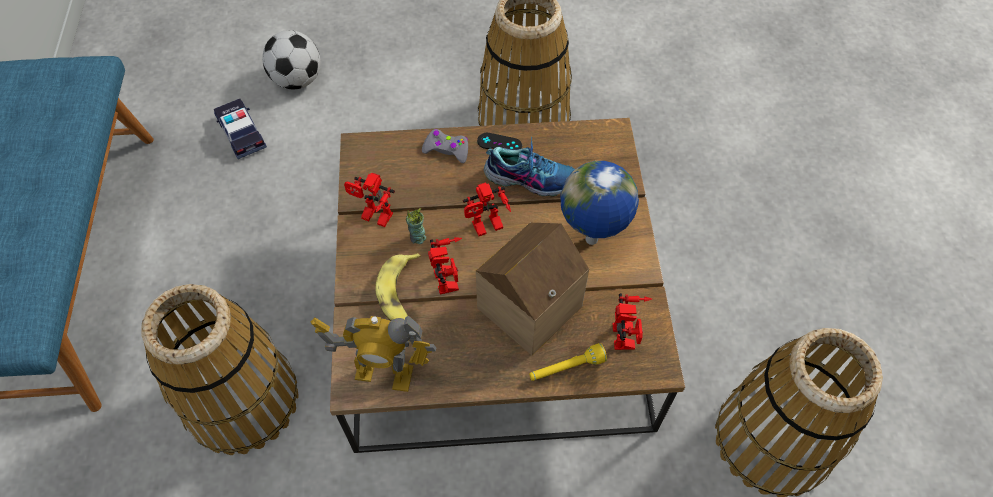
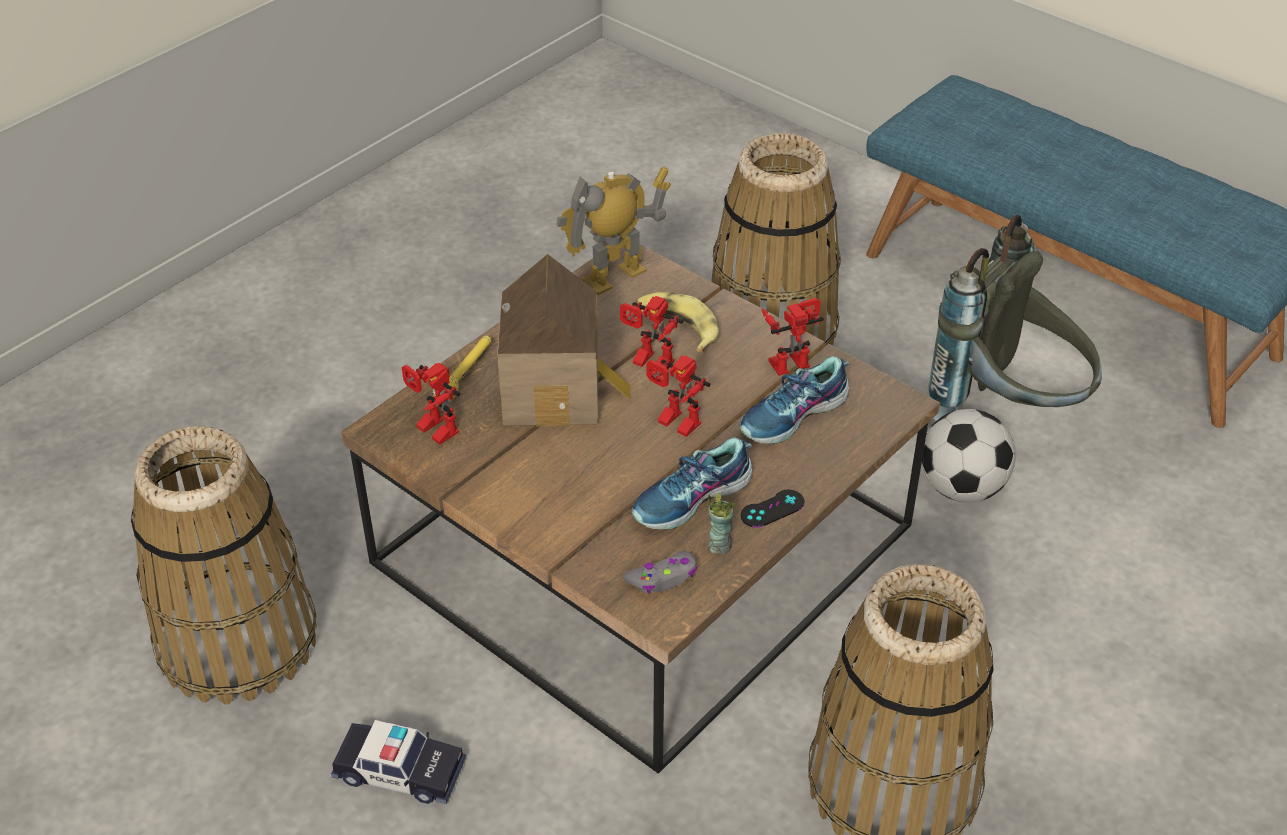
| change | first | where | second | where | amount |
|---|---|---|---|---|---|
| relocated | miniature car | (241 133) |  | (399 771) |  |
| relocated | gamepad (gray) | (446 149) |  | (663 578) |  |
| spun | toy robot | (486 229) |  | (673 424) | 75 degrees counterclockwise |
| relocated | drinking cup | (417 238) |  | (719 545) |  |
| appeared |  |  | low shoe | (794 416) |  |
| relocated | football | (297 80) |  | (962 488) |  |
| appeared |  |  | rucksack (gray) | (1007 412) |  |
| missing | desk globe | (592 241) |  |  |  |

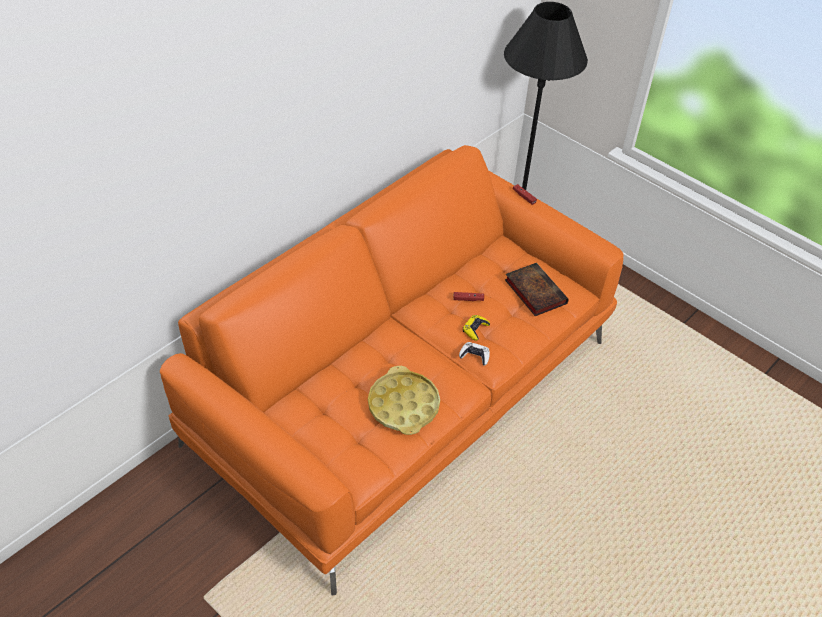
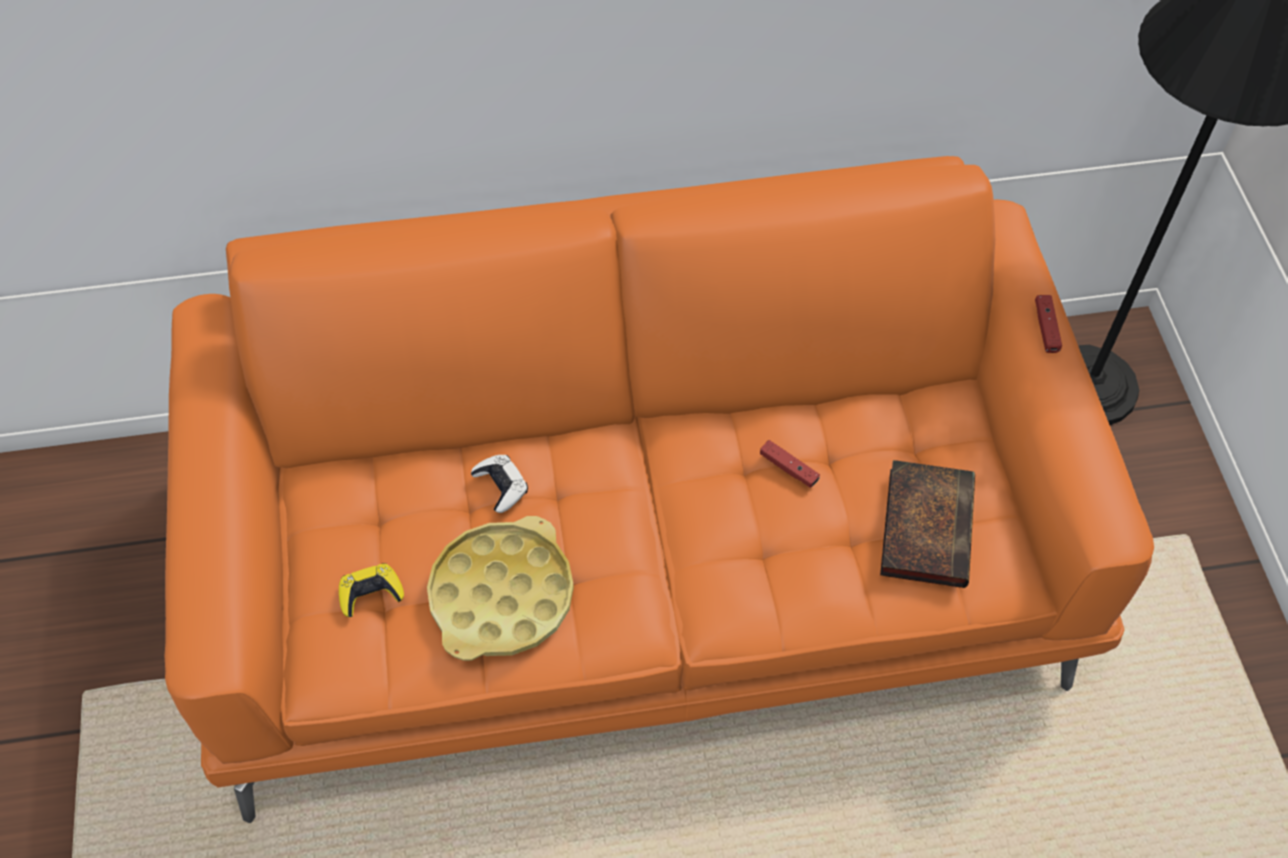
| change | first | where | second | where | amount |
|---|---|---|---|---|---|
| relocated | gamepad (yellow) | (475 329) |  | (370 593) |  |
| relocated | gamepad (white) | (474 355) |  | (501 486) |  |

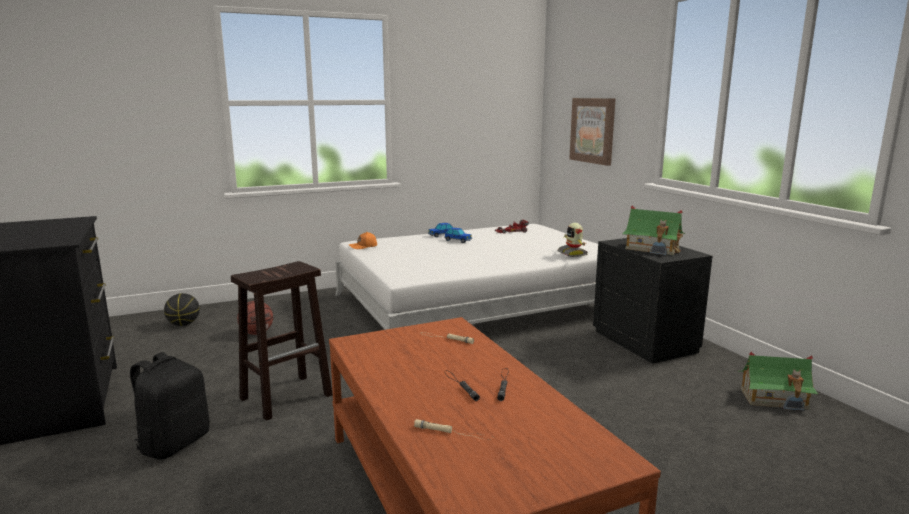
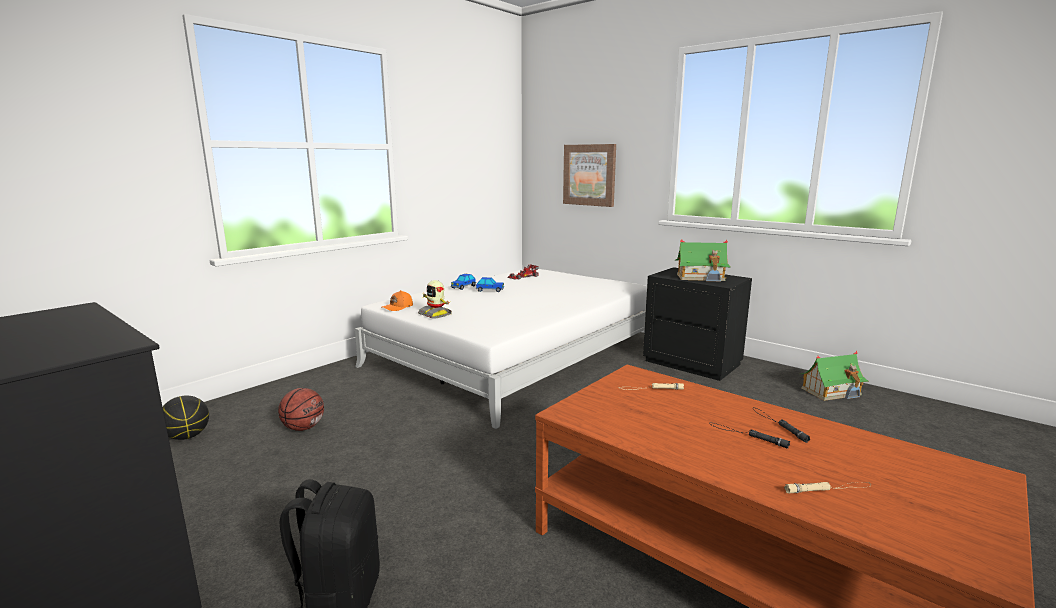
| change | first | where | second | where | amount |
|---|---|---|---|---|---|
| relocated | toy robot | (573 253) |  | (435 314) |  |
| missing | stool seat (brown-coloured) | (287 396) |  |  |  |

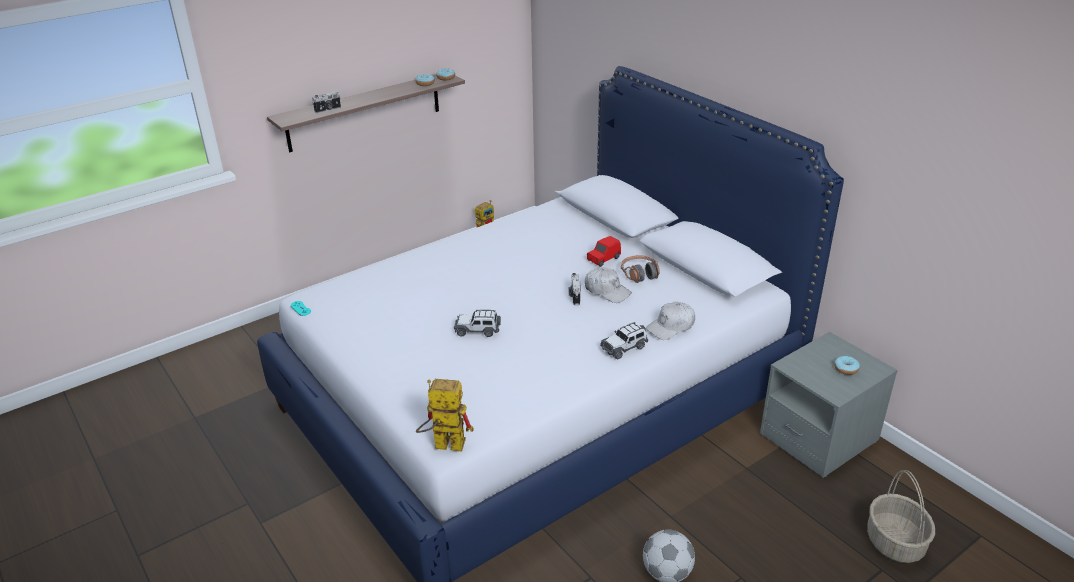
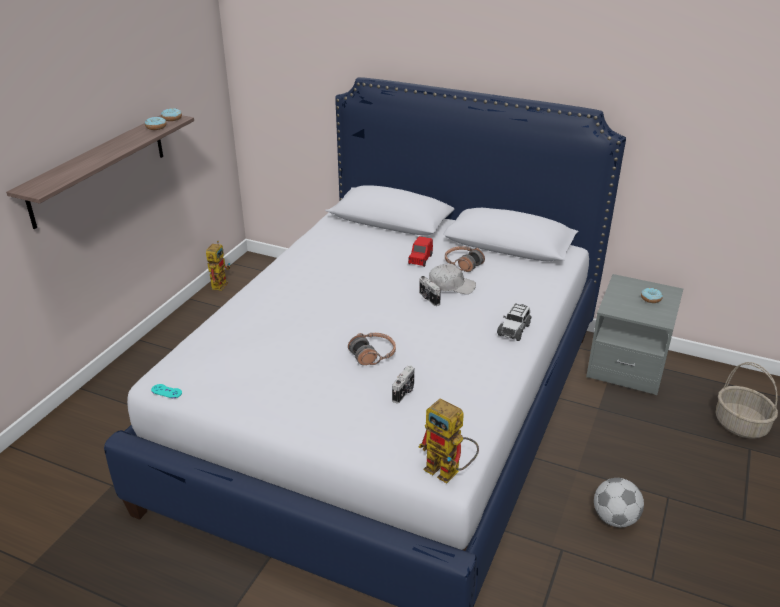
| change | first | where | second | where | amount |
|---|---|---|---|---|---|
| exchanged | miniature car | (477 330) | headset | (373 355) |  |
| relocated | still camera | (328 110) |  | (404 392) |  |
| spun | toy robot | (442 445) |  | (449 472) | 120 degrees counterclockwise |
| missing | peaked cap (white) | (671 327) |  |  |  |

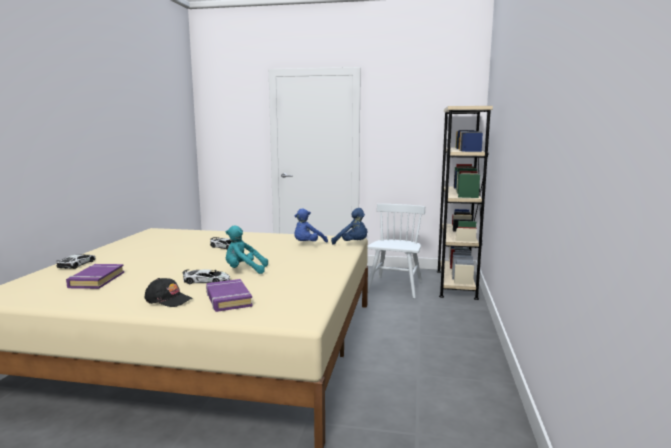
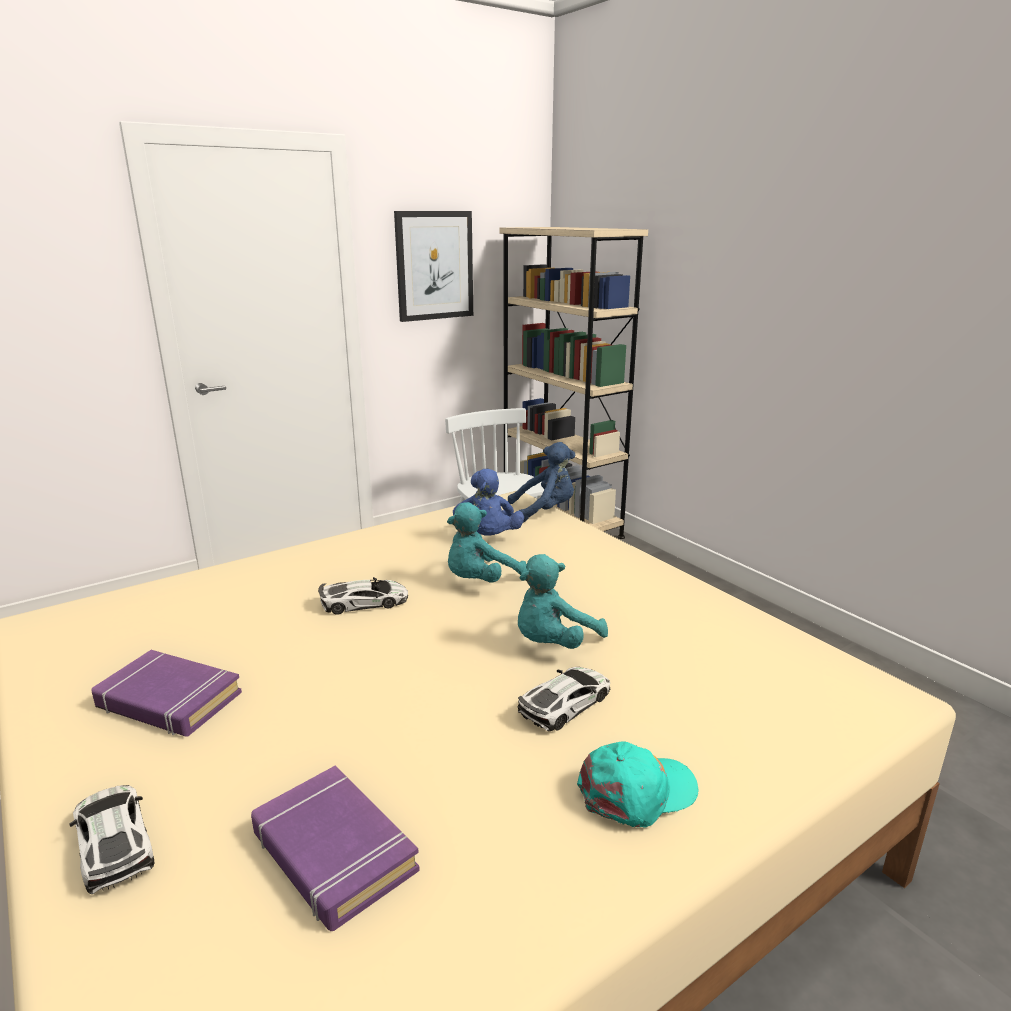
| change | first | where | second | where | amount |
|---|---|---|---|---|---|
| relocated | bound book (purplish) | (228 299) |  | (168 701) |  |
| appeared |  |  | wall picture | (434 265) |  |
| appeared |  |  | cuddly toy (blue-green) | (480 581) |  |
| colour | peaked cap (black) | (168 300) | peaked cap (blue-green) | (637 792) |  |

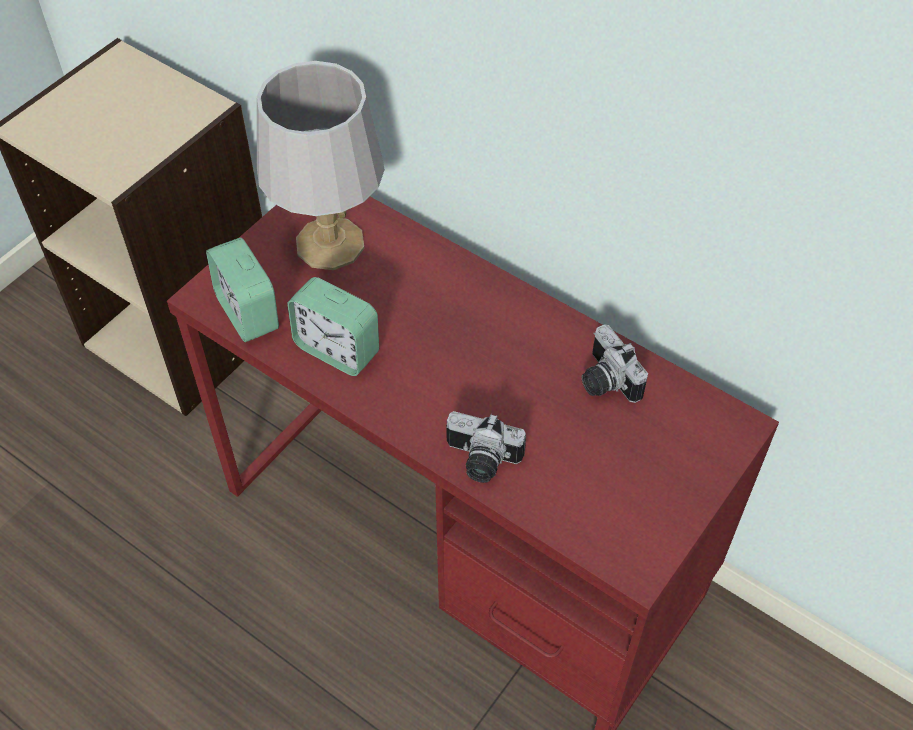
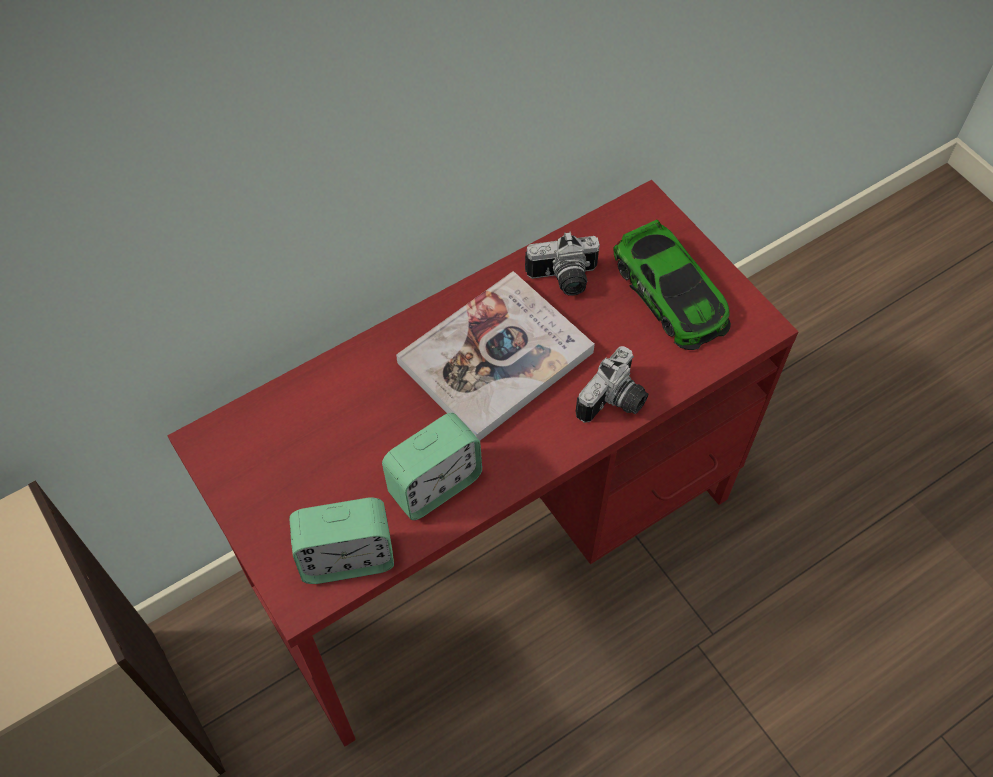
| change | first | where | second | where | amount |
|---|---|---|---|---|---|
| appeared |  |  | bound book | (495 358) |  |
| appeared |  |  | miniature car | (670 293) |  |
| missing | table lamp (gray) | (330 242) |  |  |  |

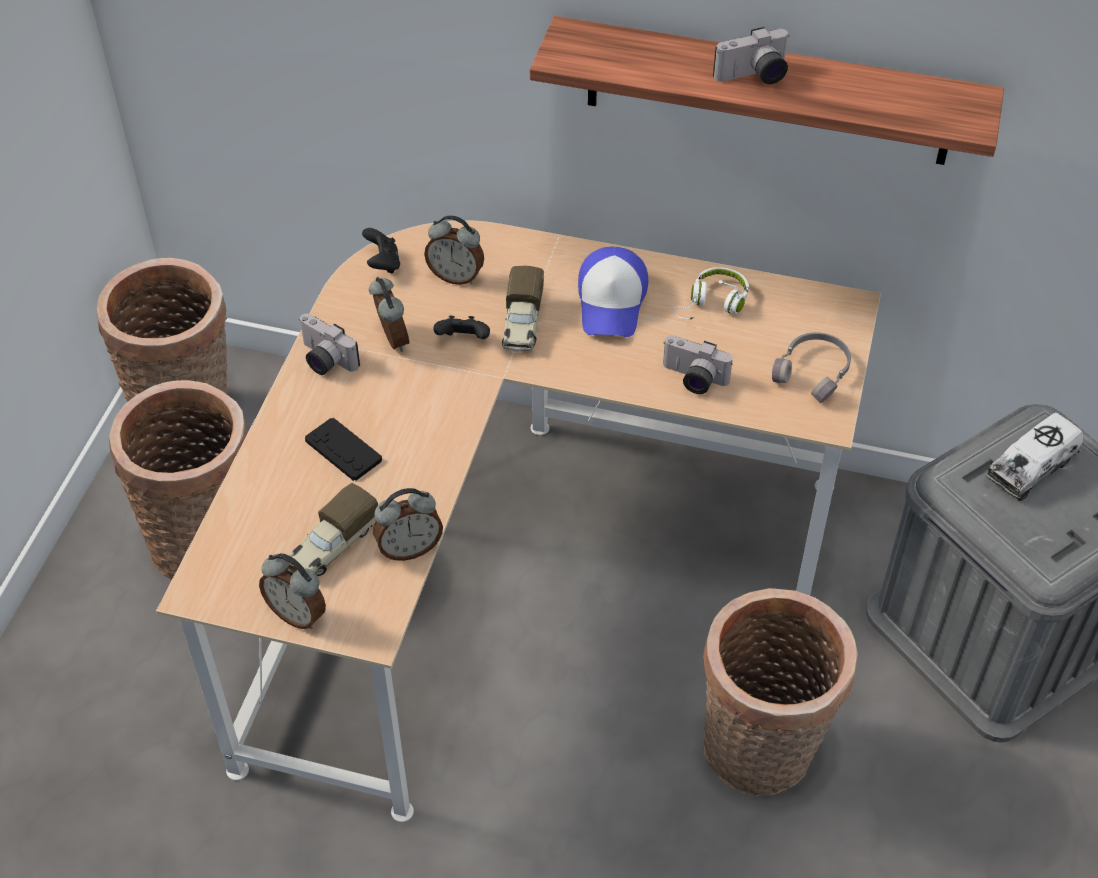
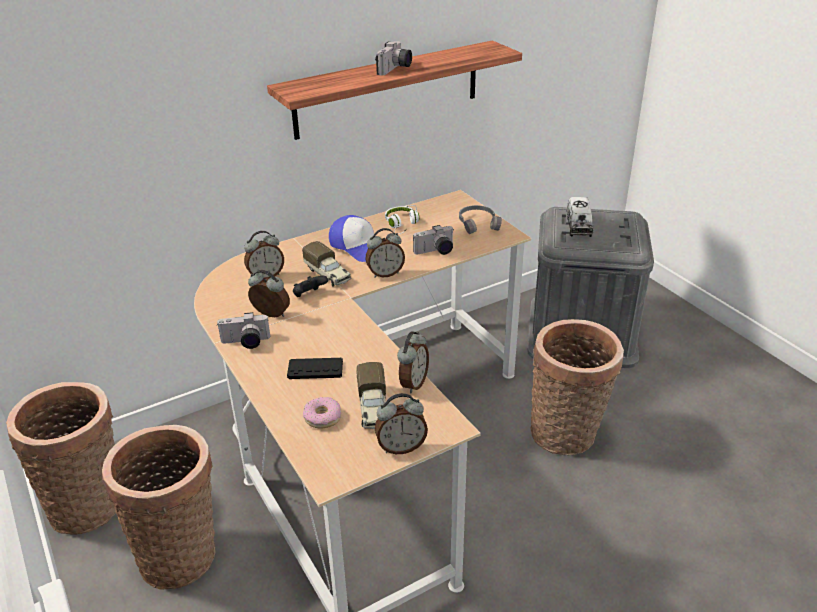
| change | first | where | second | where | amount |
|---|---|---|---|---|---|
| appeared |  |  | ring doughnut | (323 417) |  |
| appeared |  |  | table clock | (385 273) |  |
| missing | gamepad (black) | (383 264) |  |  |  |

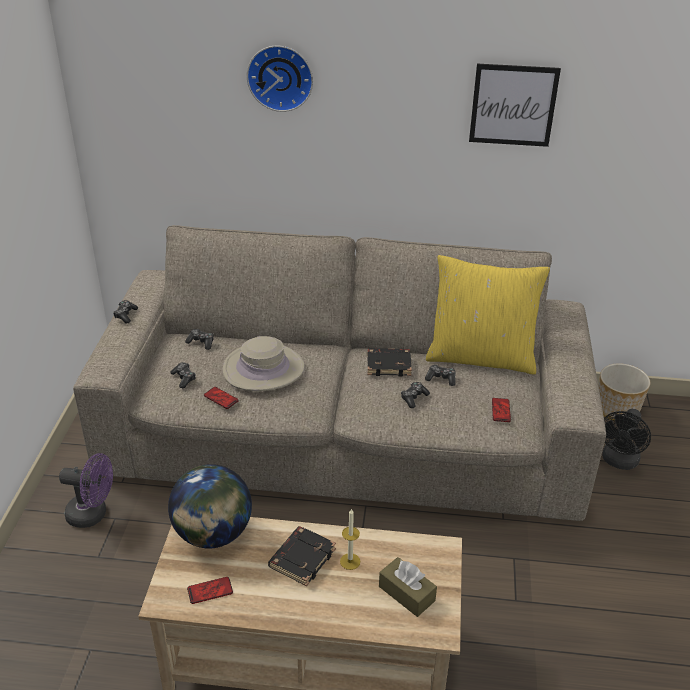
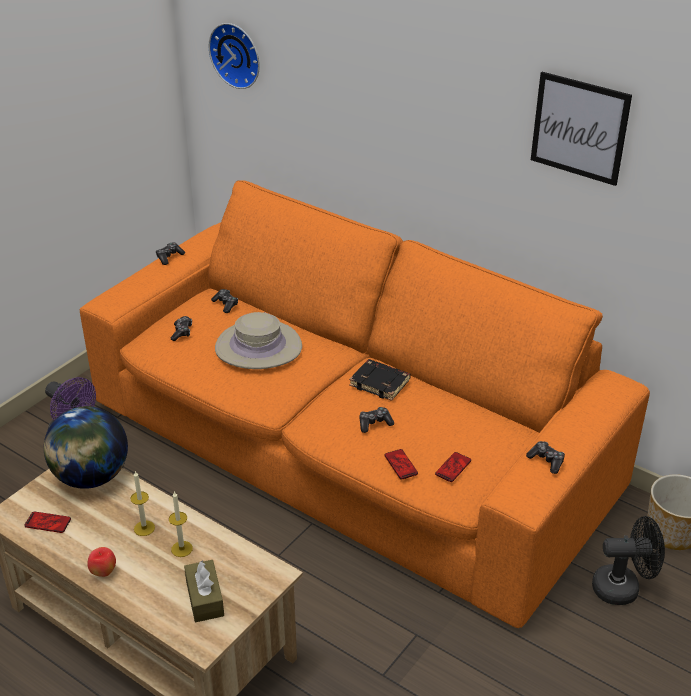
| change | first | where | second | where | amount |
|---|---|---|---|---|---|
| colour | settee (sand-coloured) | (343 435) | settee (orangey) | (346 448) |  |
| appeared |  |  | apple | (103 572) |  |
| exchanged | bound book (black) | (302 558) | candle | (144 528) |  |
| relocated | wall clock | (280 77) |  | (237 54) |  |
| relocated | telephone | (221 398) |  | (401 465) |  |
| relocated | gamepad | (441 379) |  | (546 461) |  |
| spun | cooling fan (black) | (619 462) |  | (623 588) | 150 degrees counterclockwise |
| missing | throw pillow (yellow) | (481 357) |  |  |  |

